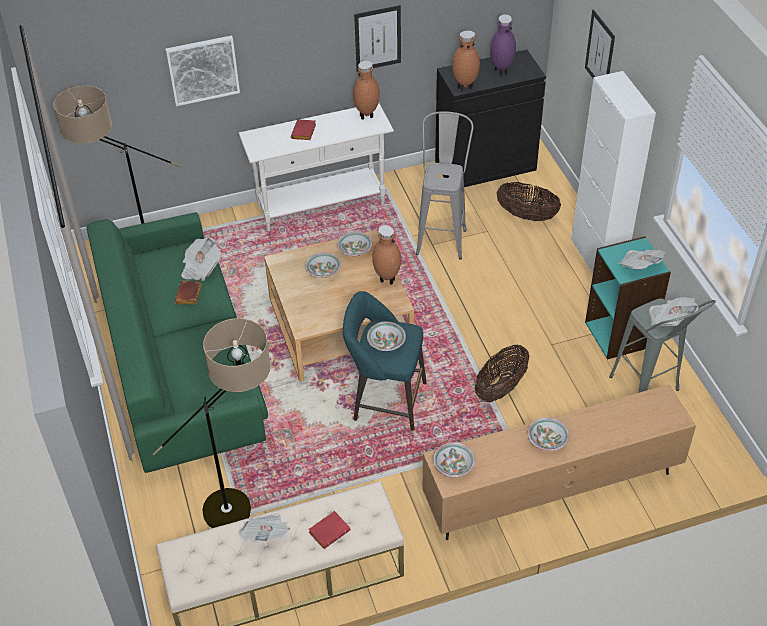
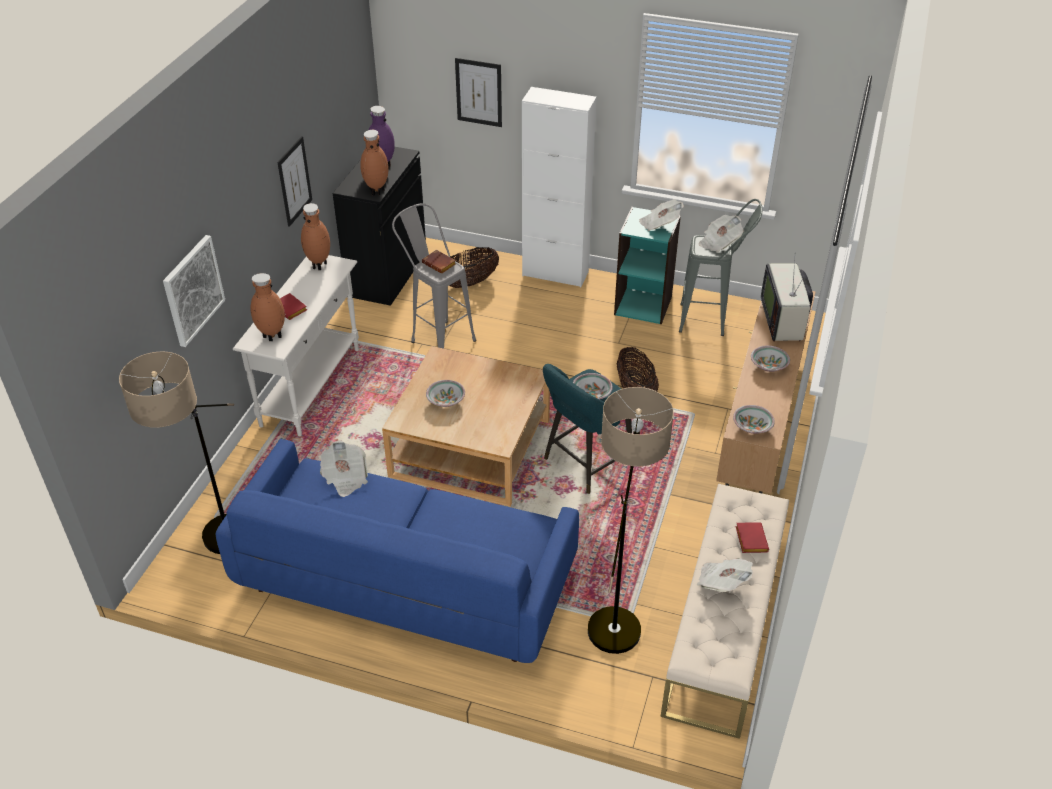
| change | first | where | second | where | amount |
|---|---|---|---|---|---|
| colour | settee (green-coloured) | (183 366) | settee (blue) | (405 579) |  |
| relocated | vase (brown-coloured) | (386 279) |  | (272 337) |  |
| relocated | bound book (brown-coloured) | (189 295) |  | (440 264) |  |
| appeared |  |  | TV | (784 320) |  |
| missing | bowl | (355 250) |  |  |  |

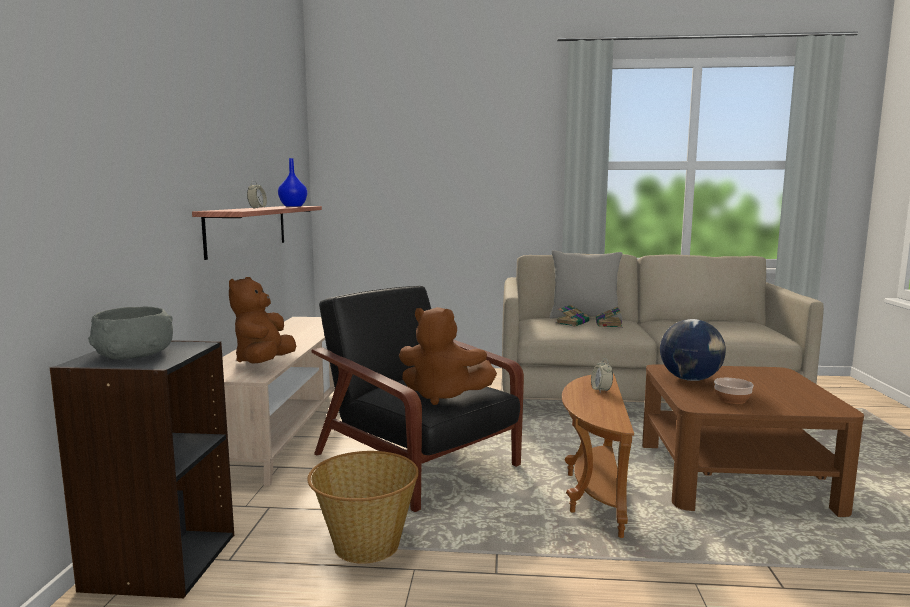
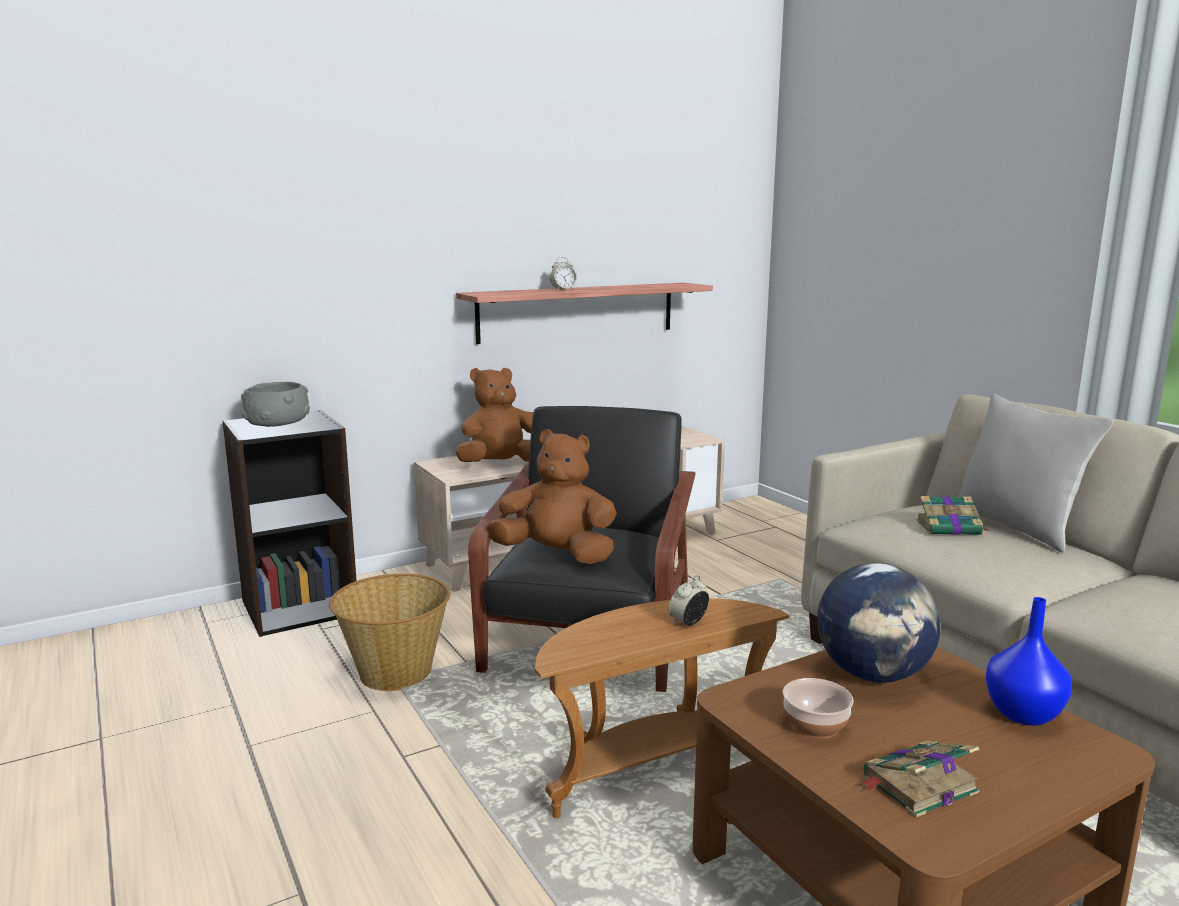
| change | first | where | second | where | amount |
|---|---|---|---|---|---|
| spun | cuddly toy (brown-coloured) | (442 396) |  | (556 555) | 120 degrees clockwise |
| relocated | bound book | (608 324) |  | (917 785) |  |
| relocated | vase (blue) | (292 206) |  | (1022 713) |  |

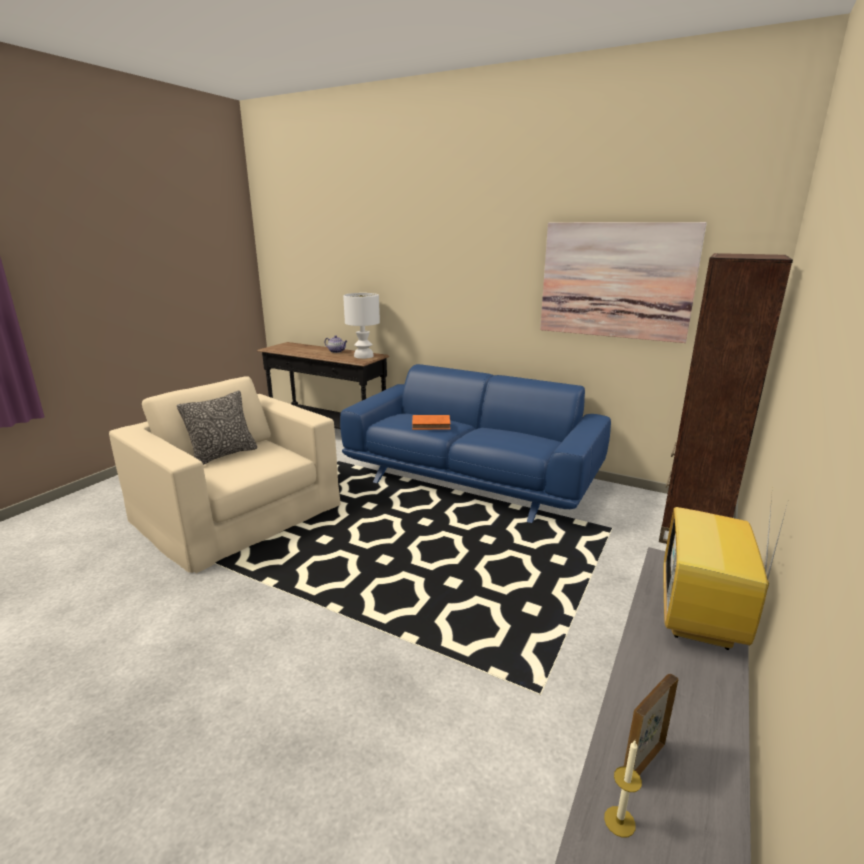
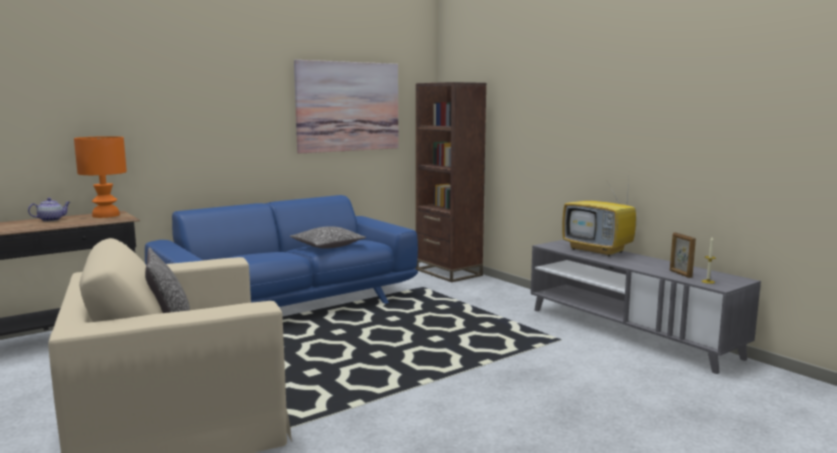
| change | first | where | second | where | amount |
|---|---|---|---|---|---|
| colour | table lamp (white) | (364 356) | table lamp (orangey) | (106 215) |  |
| appeared |  |  | throw pillow | (327 246) |  |
| missing | bound book (orangey) | (432 425) |  |  |  |

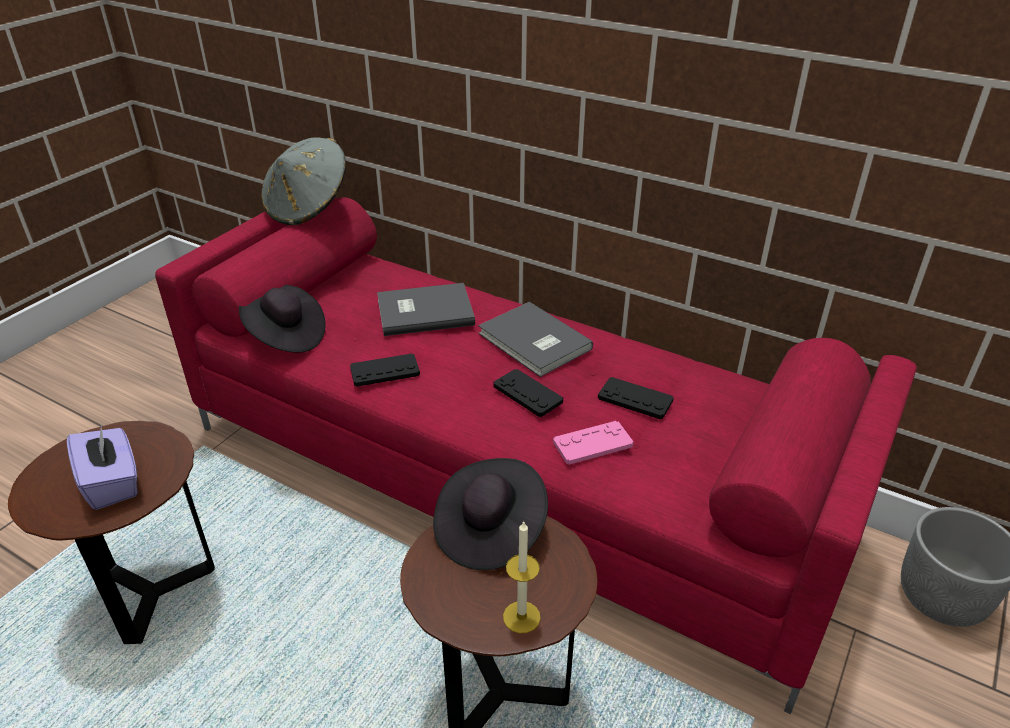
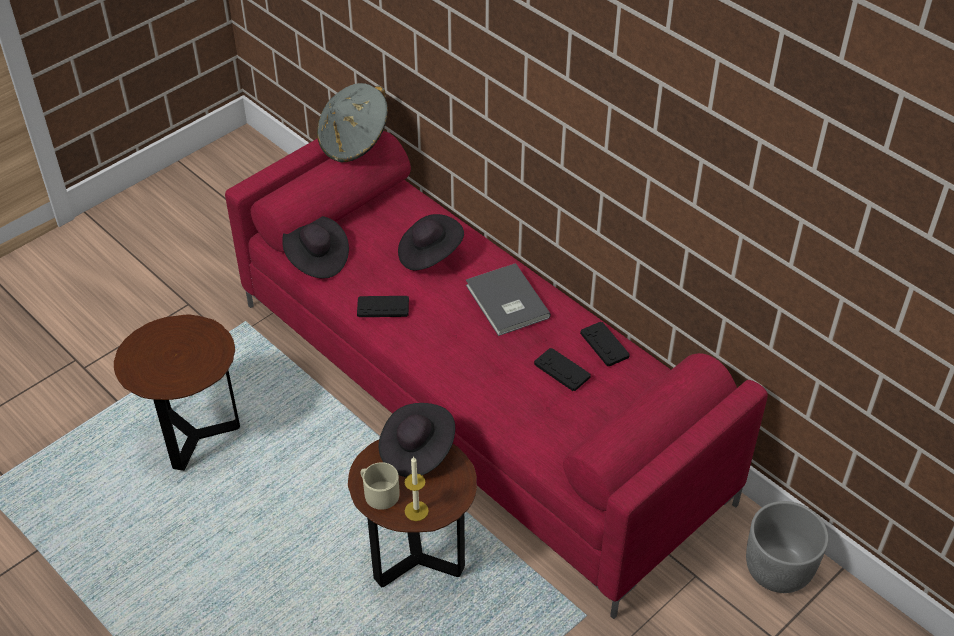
| change | first | where | second | where | amount |
|---|---|---|---|---|---|
| appeared |  |  | mug (sand-coloured) | (378 492) |  |
| exchanged | bound book (gray) | (423 311) | clothing hat (black) | (429 254) |  |
| relocated | gamepad (black) | (527 394) |  | (604 345) |  |
| missing | tissue box (purplish) | (112 483) |  |  |  |
| missing | gamepad (pinkish) | (592 444) |  |  |  |

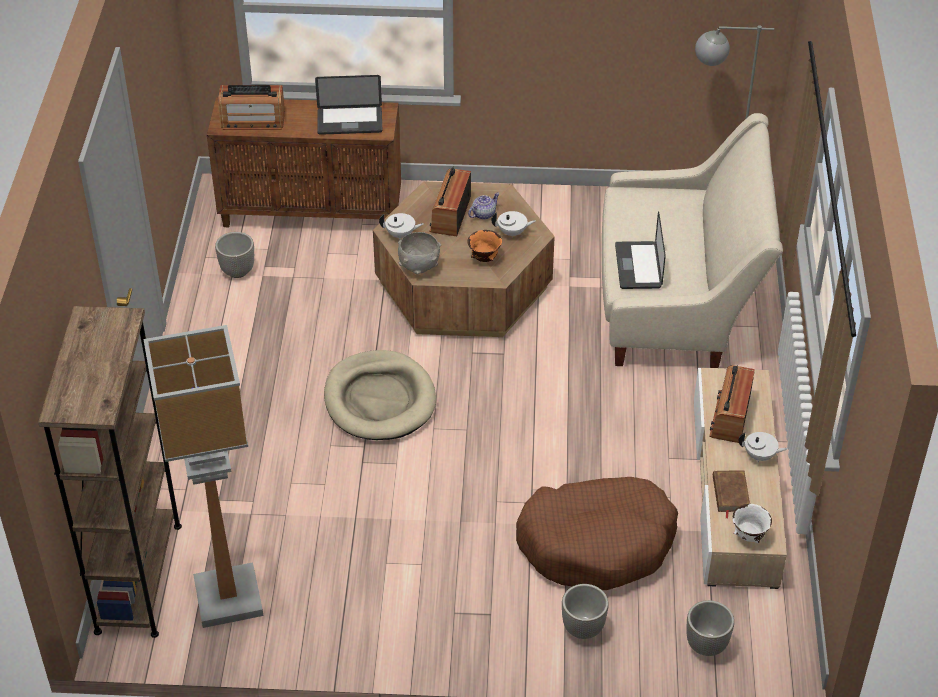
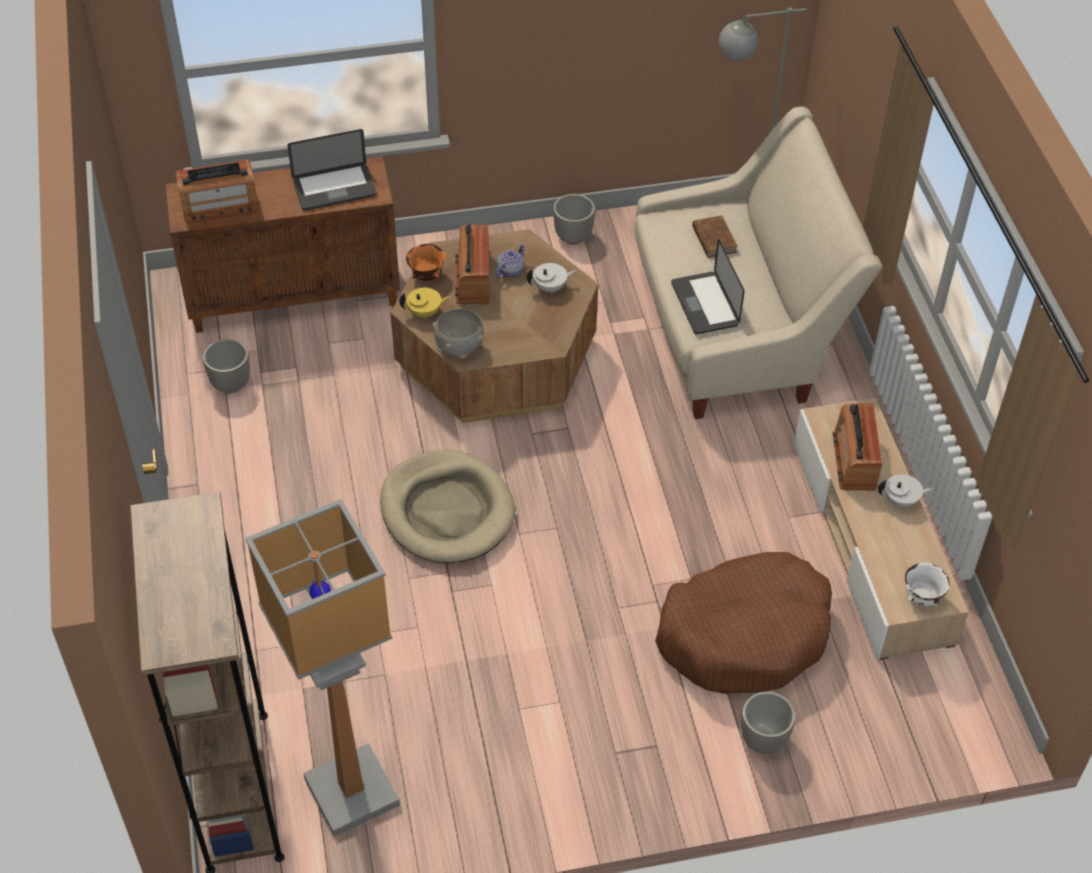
| change | first | where | second | where | amount |
|---|---|---|---|---|---|
| colour | pot for tea (white) | (401 235) | pot for tea (yellow) | (425 313) |  |
| relocated | bowl (orangey) | (484 259) |  | (426 277) |  |
| relocated | flower pot | (706 646) |  | (573 237) |  |
| relocated | bound book (brown-coloured) | (730 494) |  | (714 240) |  |

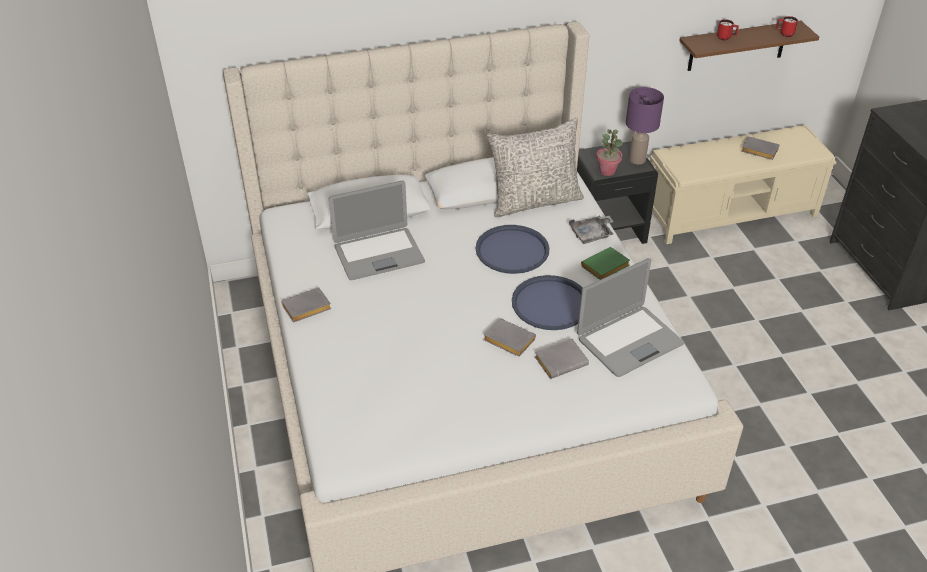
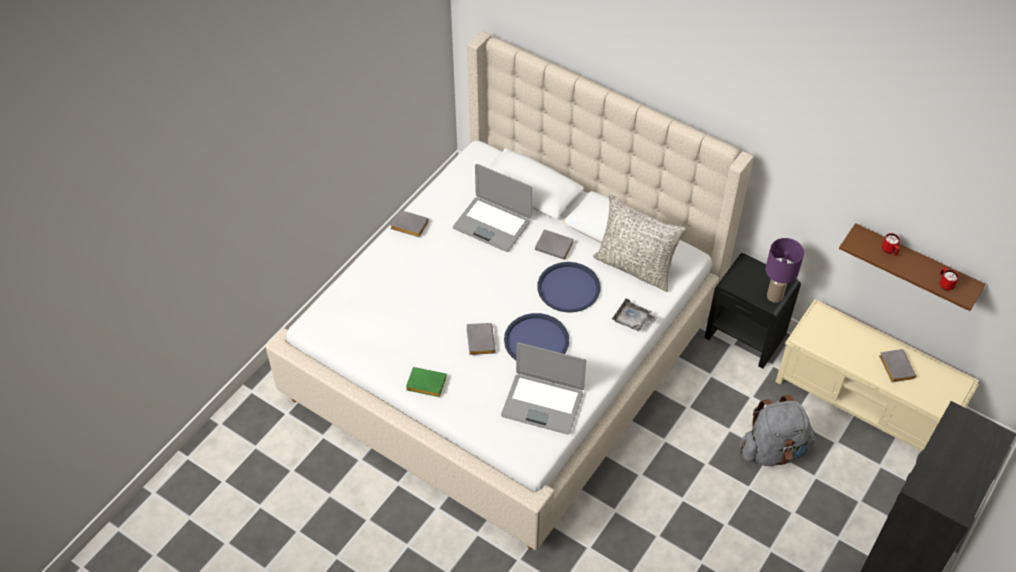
| change | first | where | second | where | amount |
|---|---|---|---|---|---|
| relocated | bound book (green-coloured) | (605 268) |  | (425 385) |  |
| relocated | bound book (gray) | (561 361) |  | (555 246) |  |
| appeared |  |  | rucksack (gray) | (773 450) |  |
| missing | plant in a pot | (607 171) |  |  |  |

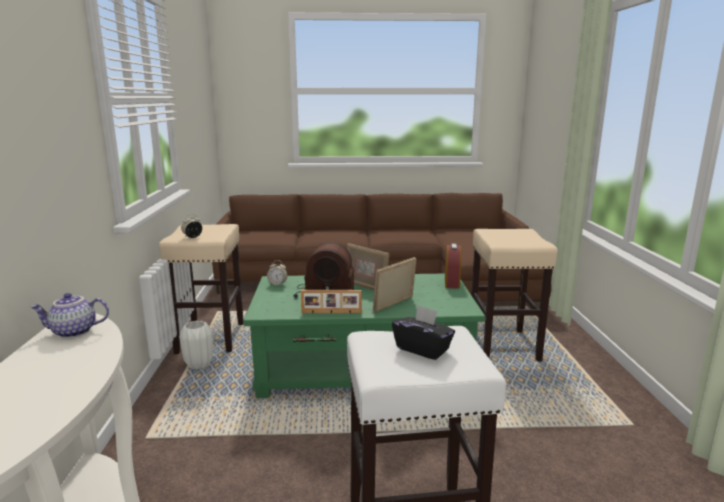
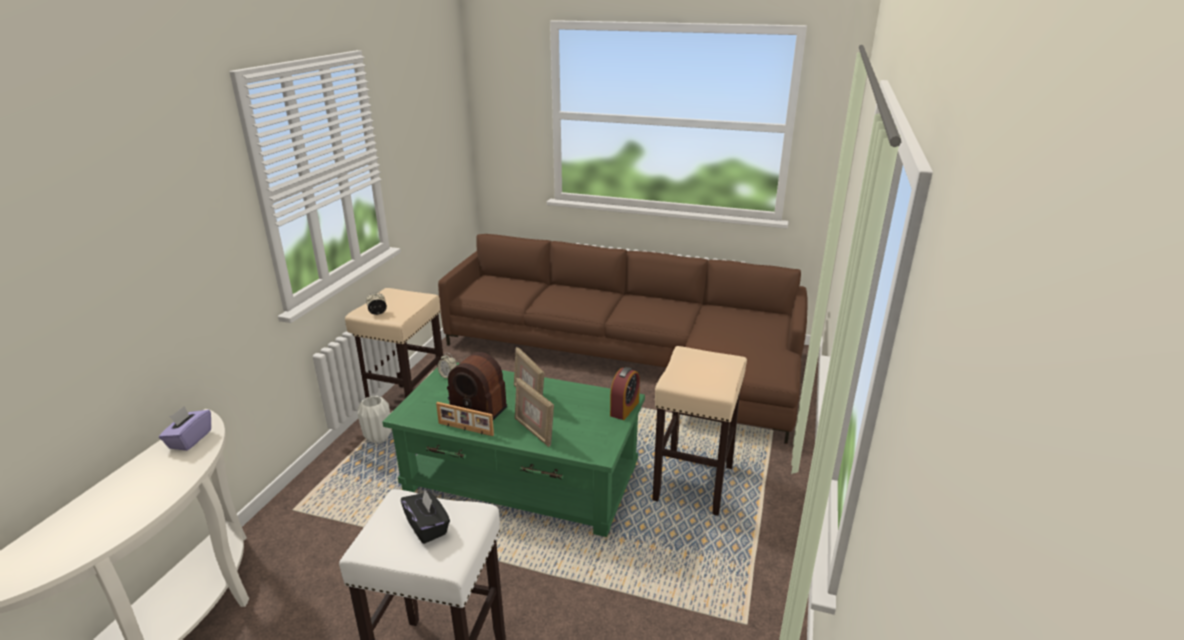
| change | first | where | second | where | amount |
|---|---|---|---|---|---|
| exchanged | pot for tea | (73 332) | tissue box (purplish) | (189 439) |  |
| spun | standing frame | (394 305) |  | (534 431) | 105 degrees counterclockwise |

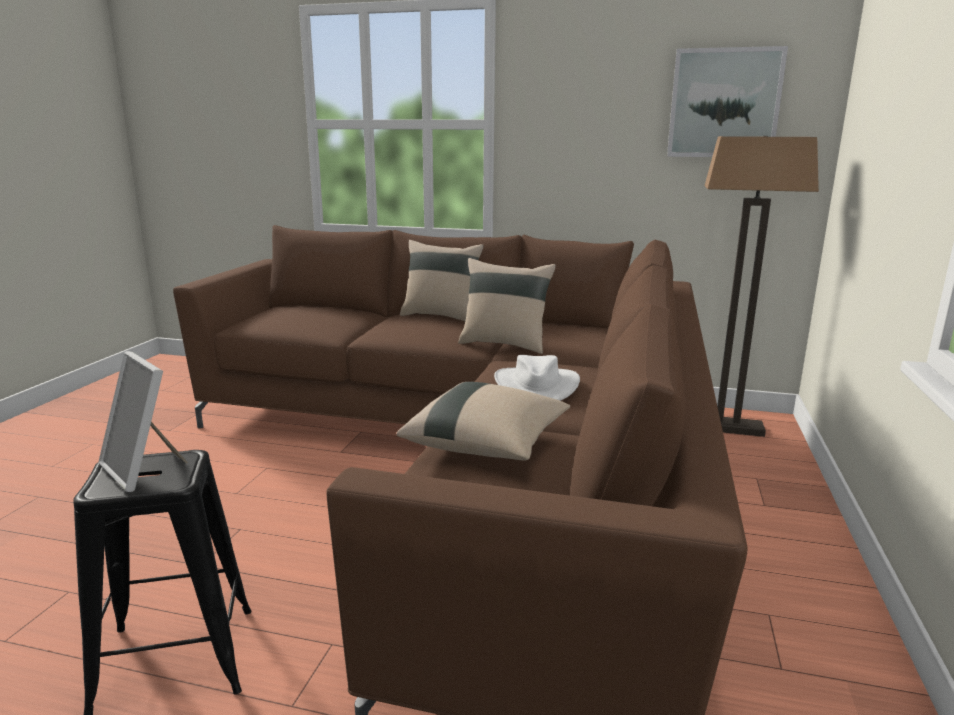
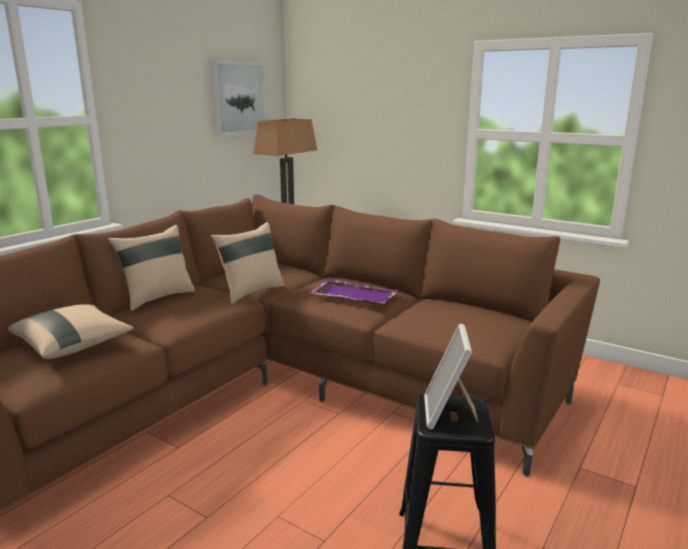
| change | first | where | second | where | amount |
|---|---|---|---|---|---|
| relocated | throw pillow (sand-coloured) | (487 445) |  | (73 345) |  |
| exchanged | clothing hat (white) | (536 386) | tray (purplish) | (353 295) |  |
| spun | standing frame | (144 469) |  | (448 414) | 120 degrees clockwise |

